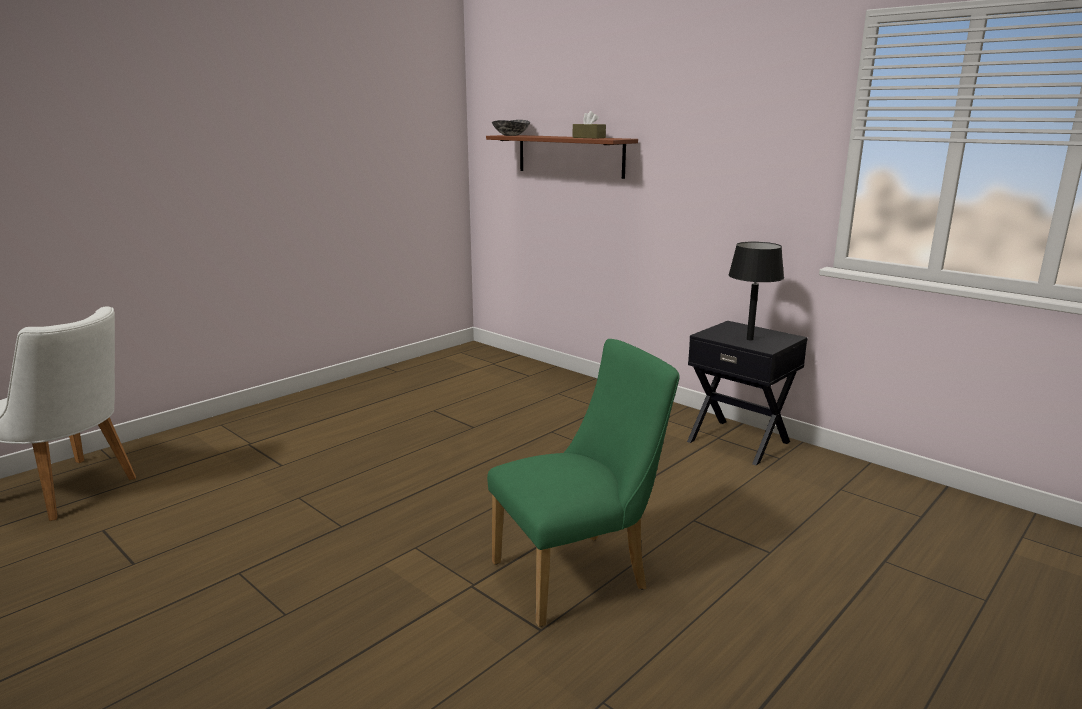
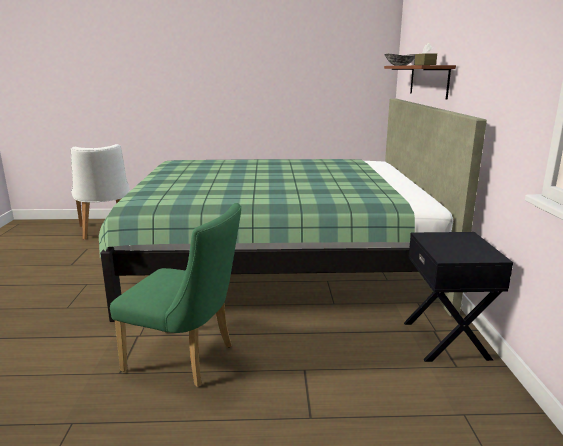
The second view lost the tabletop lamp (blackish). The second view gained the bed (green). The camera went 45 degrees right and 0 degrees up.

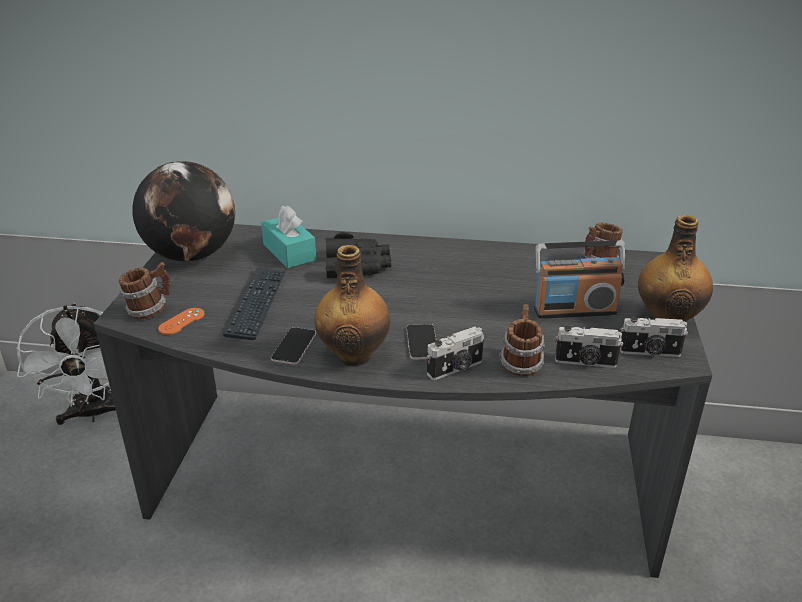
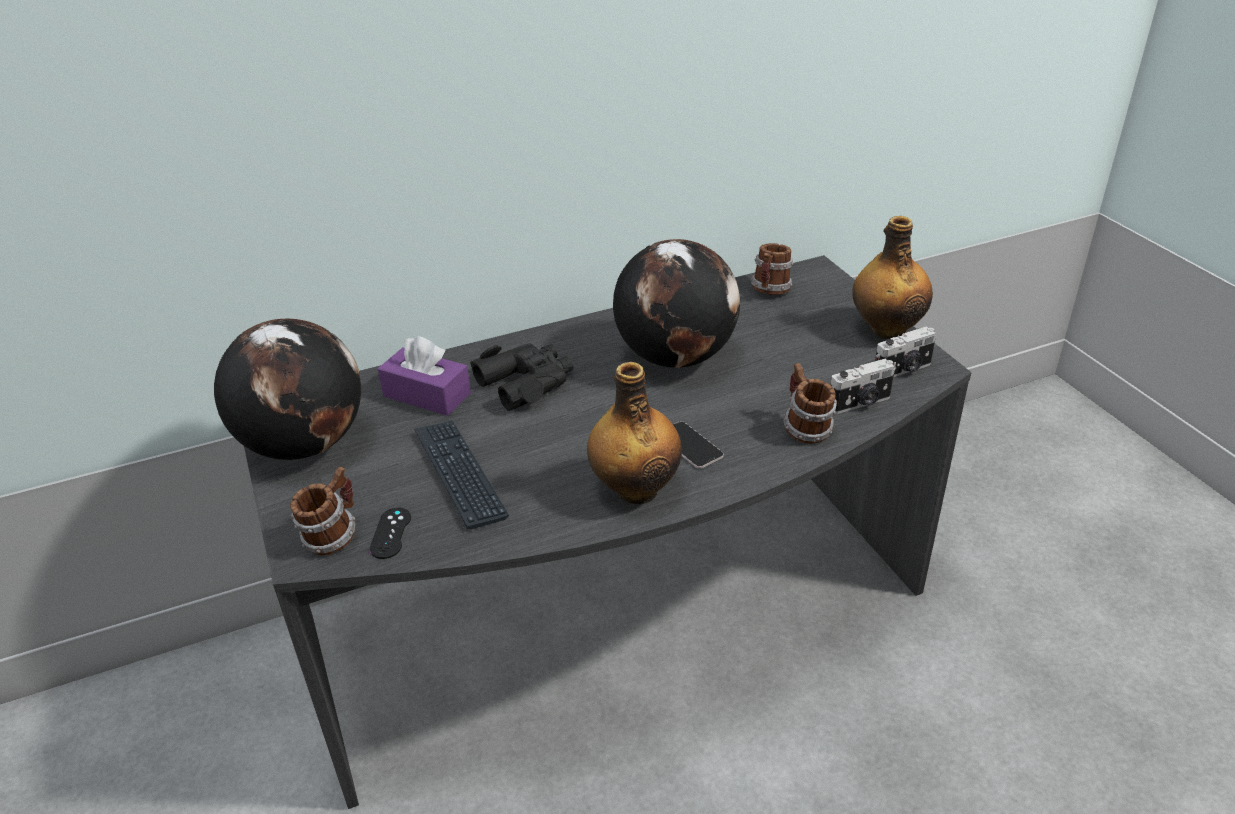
What was the box of tissues (turquoise-coloured) turned into the box of tissues (purple-coloured). The second view lost the radio receiver. The second view lost the cooling fan (whitish). What was the game controller (orange) turned into the game controller (blackish). The second view lost the telephone (1st from left). The second view lost the still camera (1st from left). The second view gained the world globe (2nd from left). The camera went 30 degrees left and 5 degrees up.

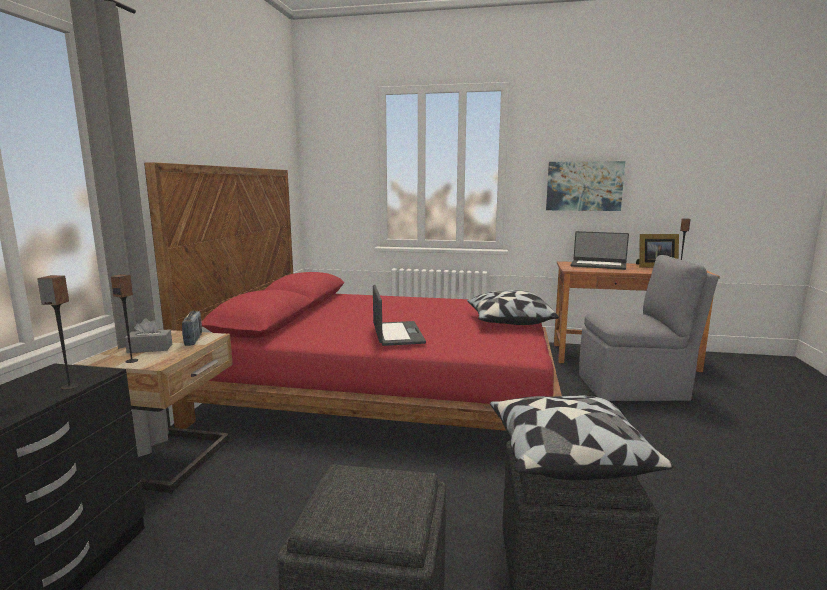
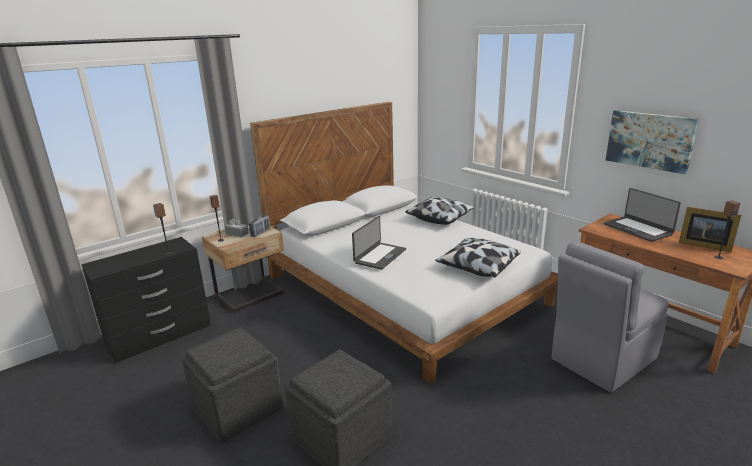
What was the bed (red) turned into the bed (whitish). The plain chair (gray) ended up facing another way, 105 degrees clockwise from before. The pillow (2nd from left in the first image) ended up elsewhere. The camera went 40 degrees right and 10 degrees up.

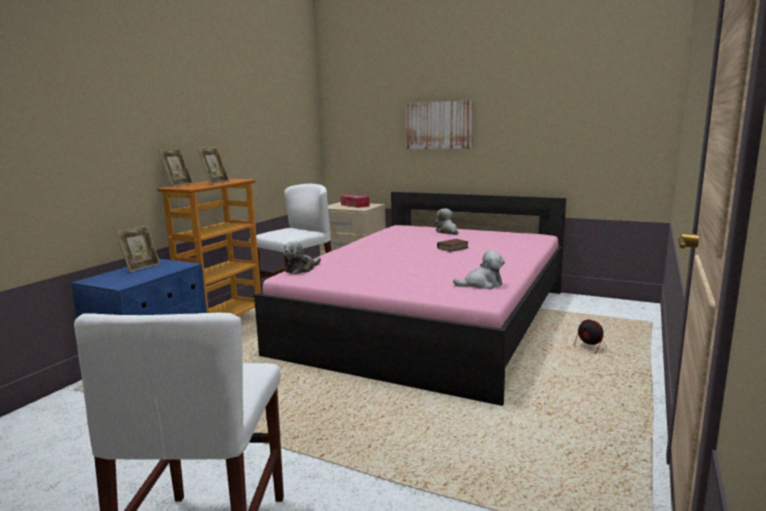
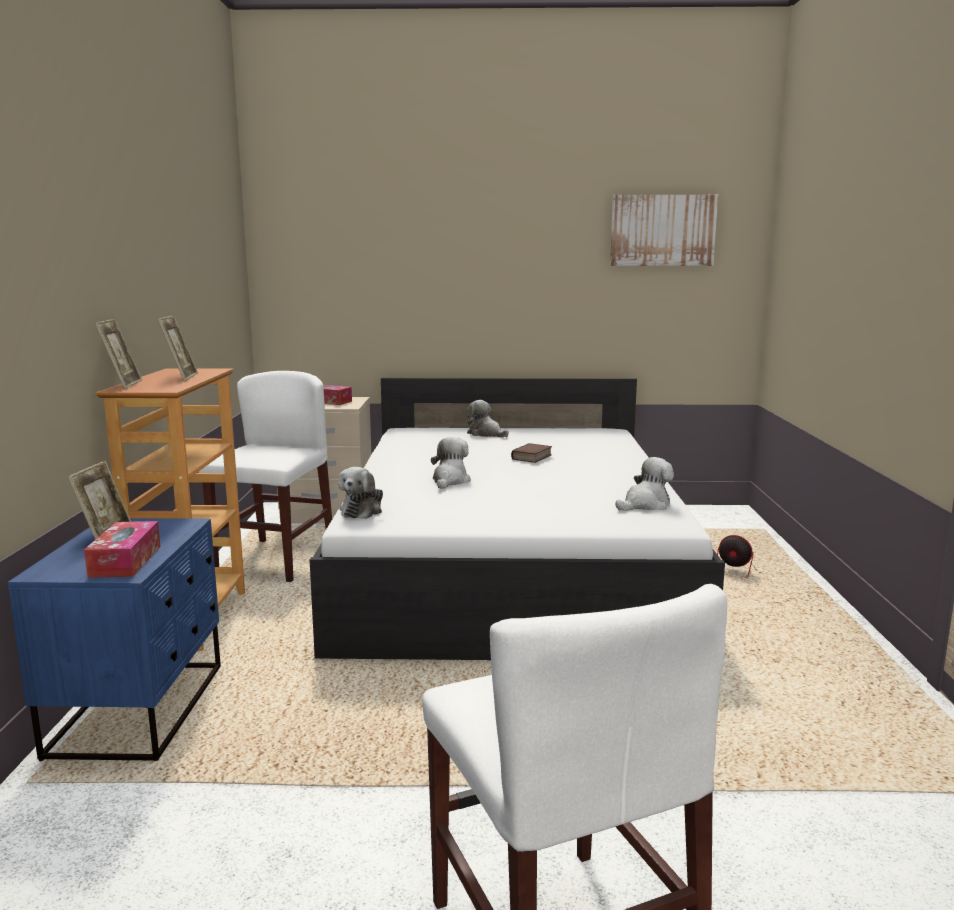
The wall art ended up elsewhere. What was the bed (pink) turned into the bed (whitish). The second view gained the plush toy (2nd from left). The second view gained the box of tissues (1st from left). The camera went 25 degrees left and 0 degrees up.

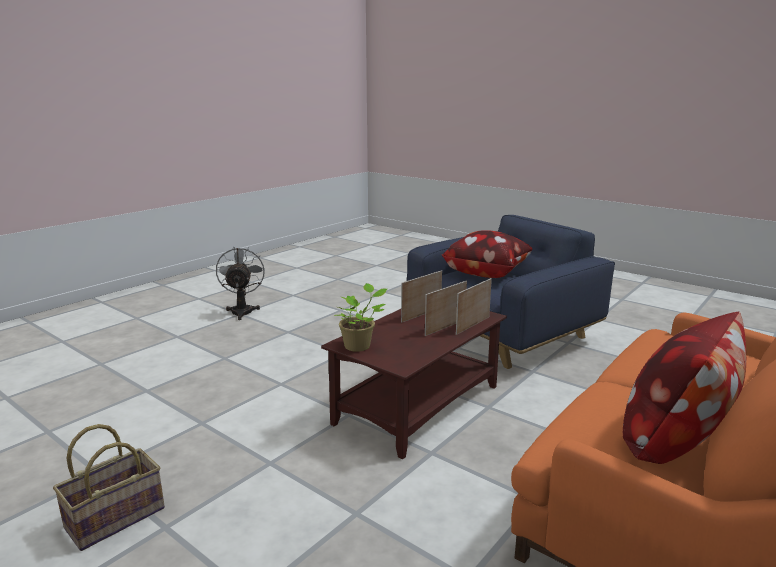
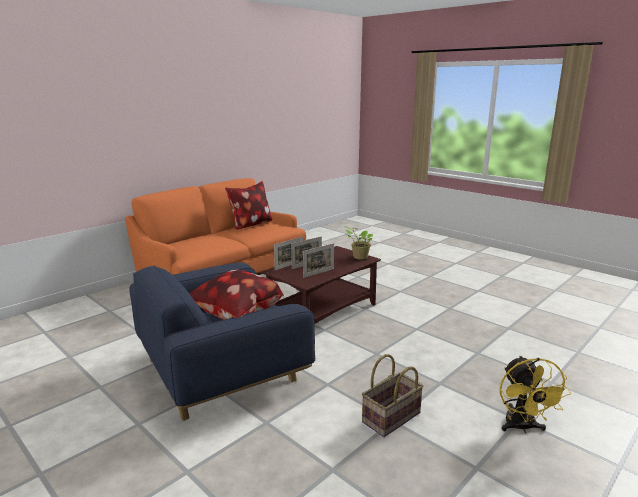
What was the cooling fan (gray) turned into the cooling fan (yellow). The basket ended up elsewhere. The camera went 175 degrees left and 0 degrees up.

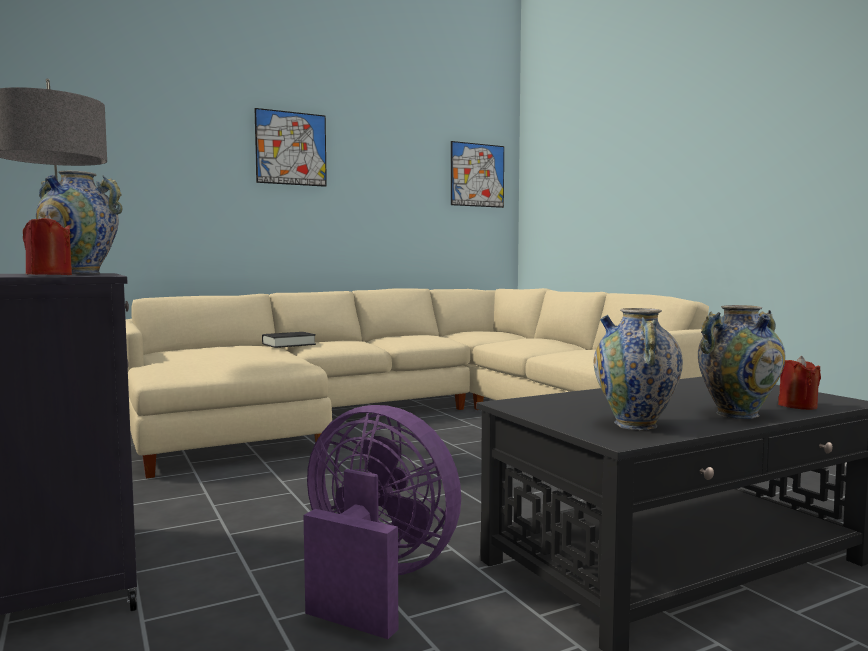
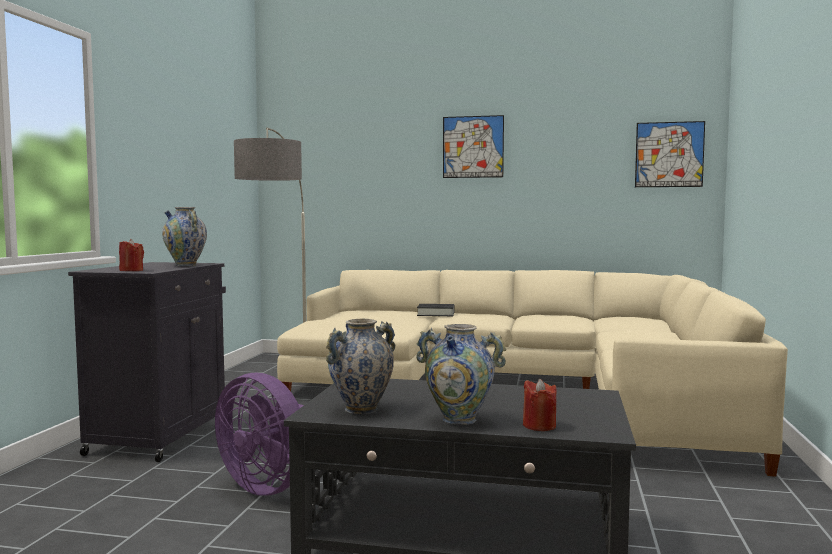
The cooling fan (purple-coloured) ended up facing another way, 150 degrees clockwise from before. The camera went 40 degrees right and 0 degrees up.

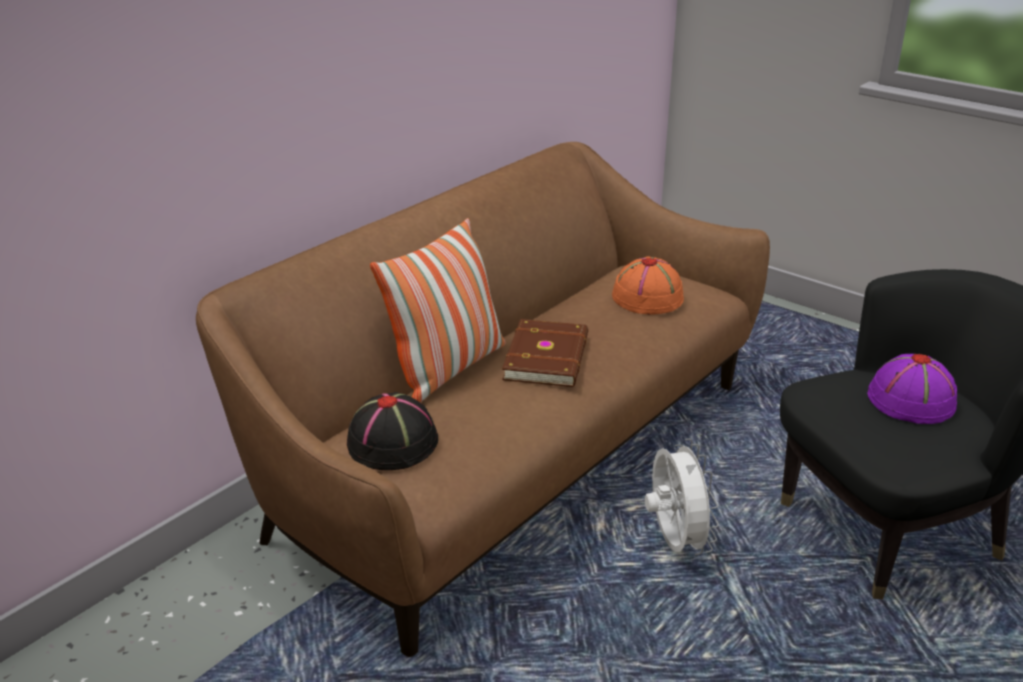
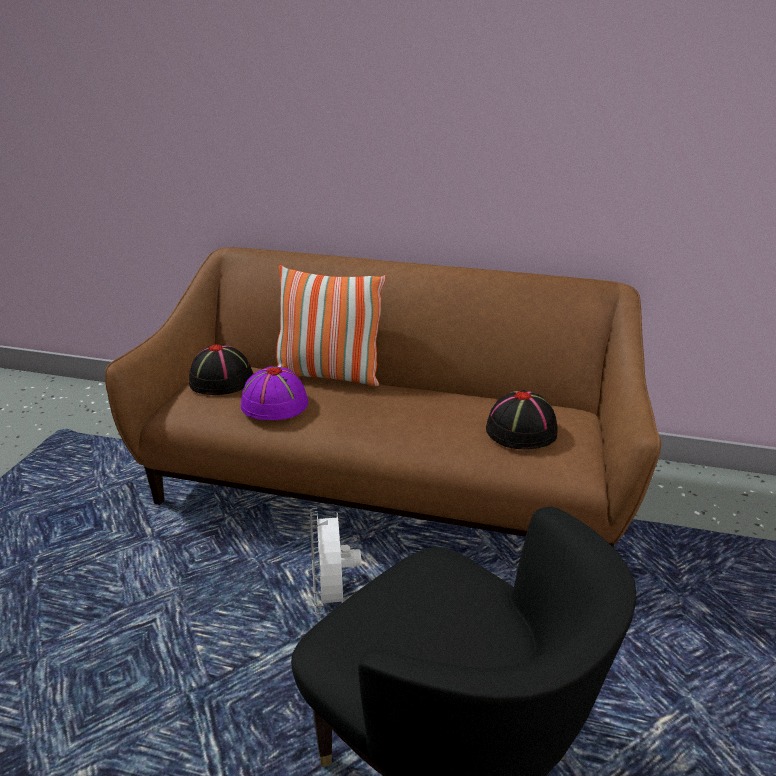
What was the clothing hat (orange) turned into the clothing hat (blackish) (2nd from left). The second view lost the volume (brownish). The clothing hat (purple-coloured) ended up elsewhere. The cooling fan (whitish) ended up facing another way, 120 degrees clockwise from before. The camera went 65 degrees right and 0 degrees up.

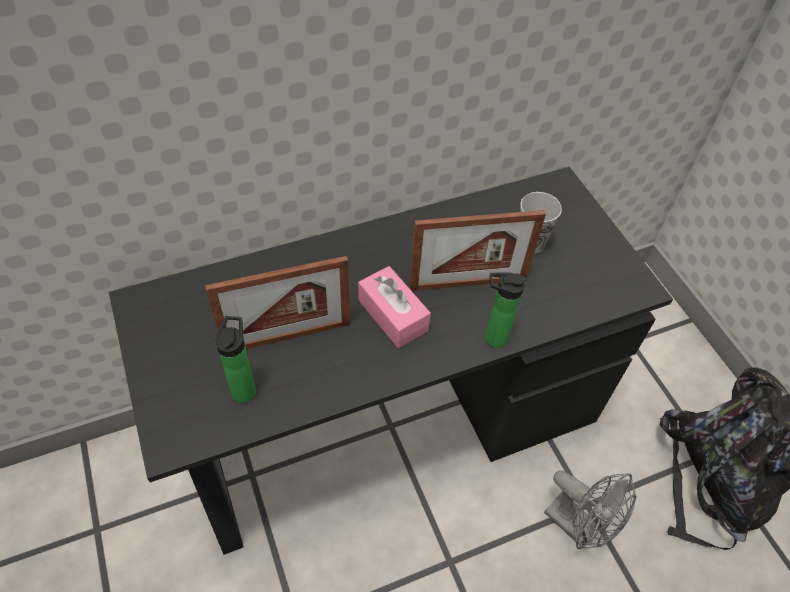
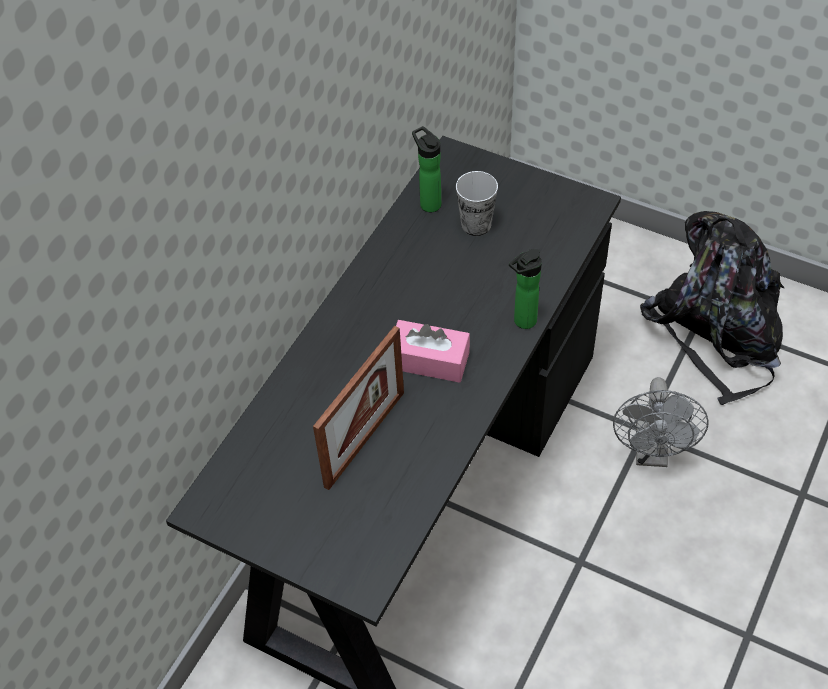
The second view lost the standing frame (2nd from left). The beverage bottle (1st from left) ended up elsewhere. The cooling fan (gray) ended up facing another way, 90 degrees clockwise from before. The camera went 35 degrees left and 0 degrees up.

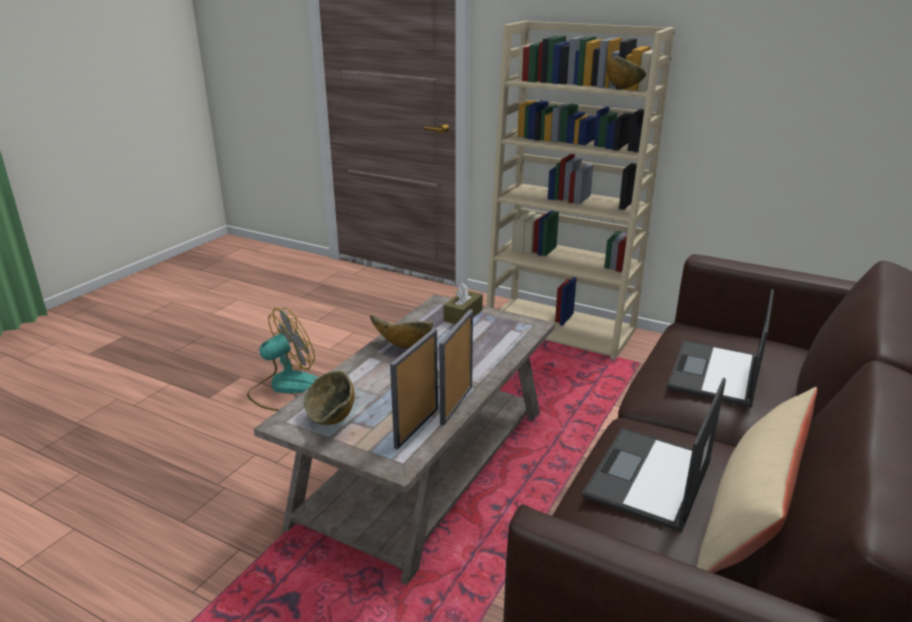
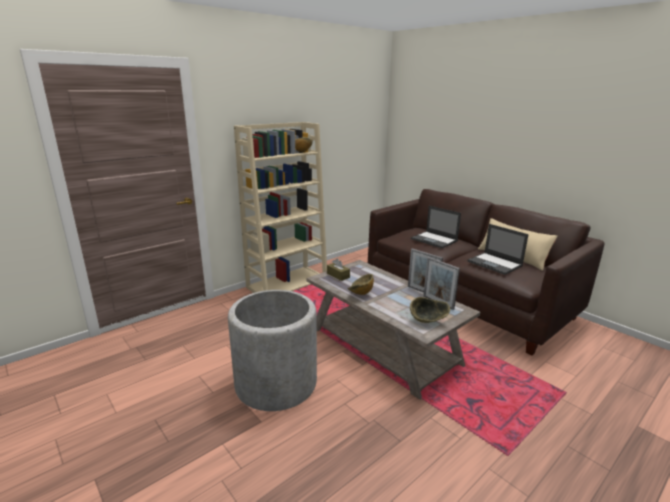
Where the cooling fan stood, the flower pot (gray) came to stand. The camera went 70 degrees left and 5 degrees down.

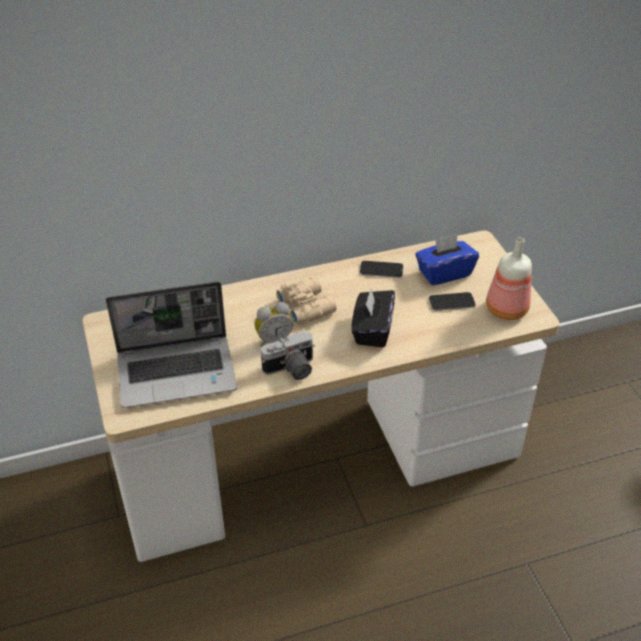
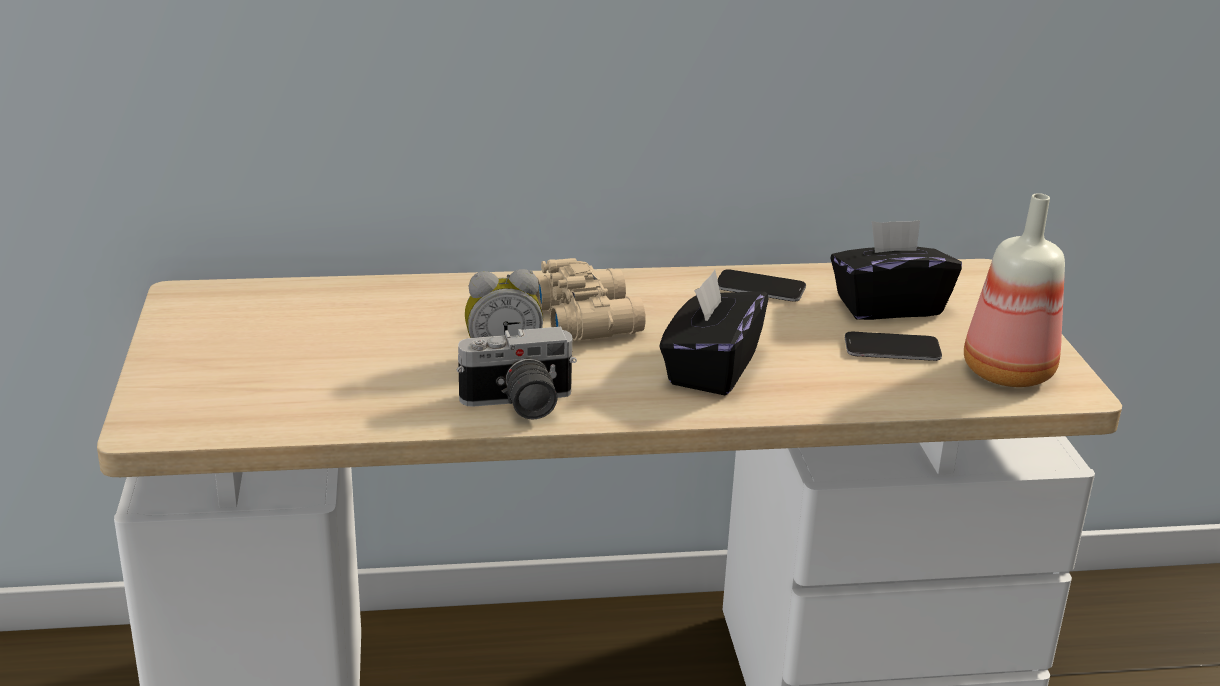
What was the box of tissues (blue-coloured) turned into the box of tissues (blackish) (2nd from left). The second view lost the notebook computer. The camera went 10 degrees right and 15 degrees down.

